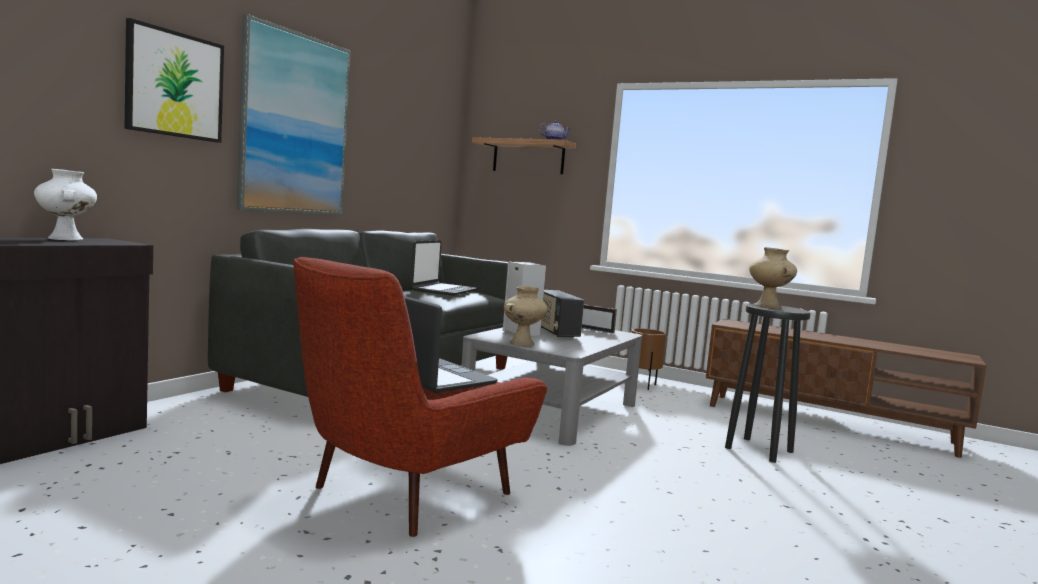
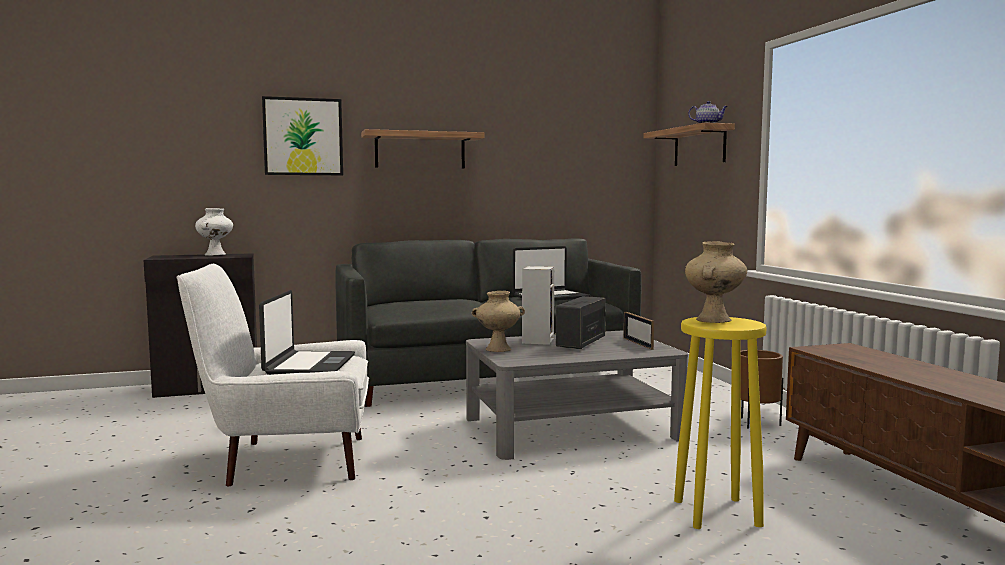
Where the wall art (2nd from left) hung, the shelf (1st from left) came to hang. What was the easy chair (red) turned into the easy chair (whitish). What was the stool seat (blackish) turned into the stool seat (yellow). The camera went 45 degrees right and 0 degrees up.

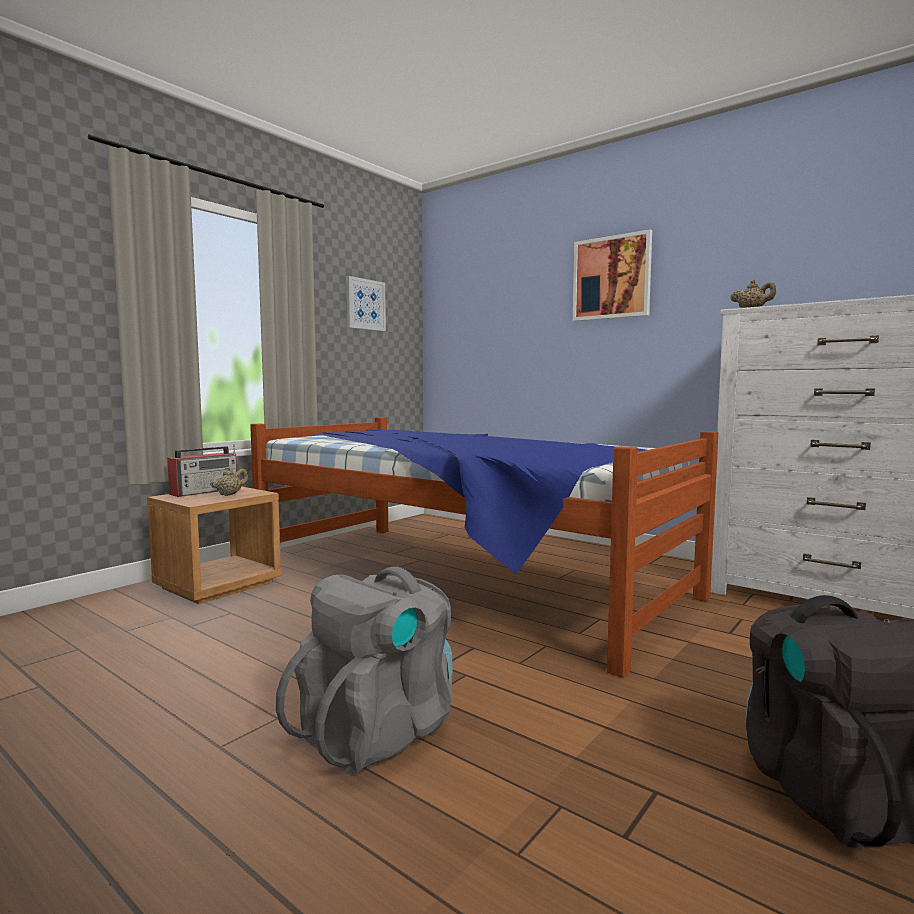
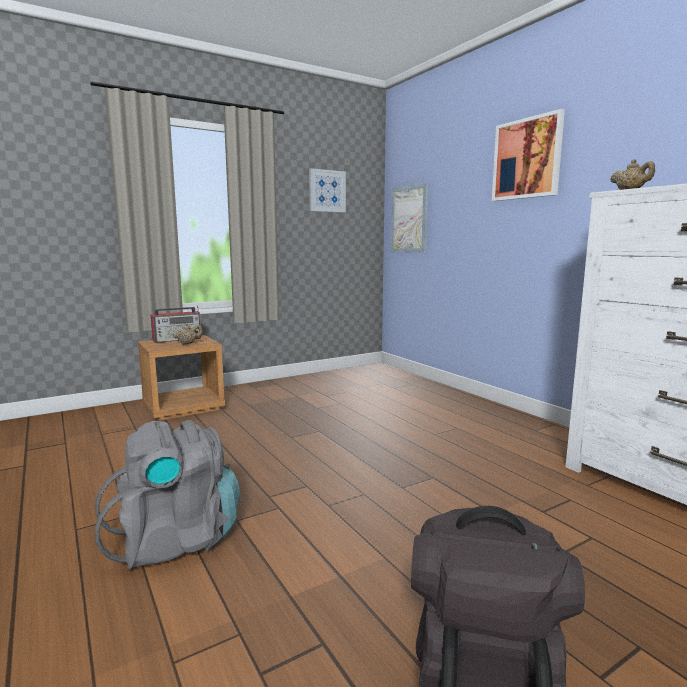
The second view lost the bed. The second view gained the wall art (2nd from left). The camera went 20 degrees right and 5 degrees up.

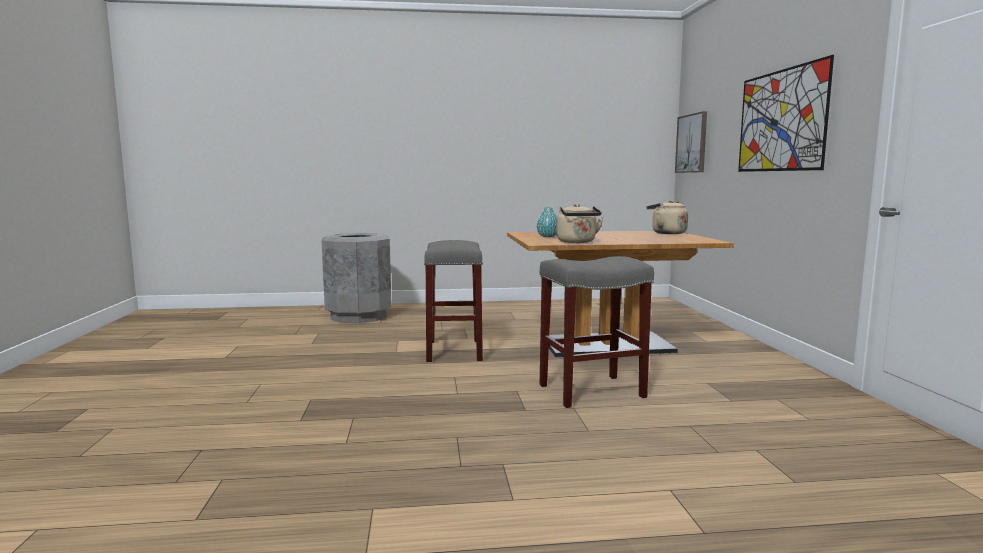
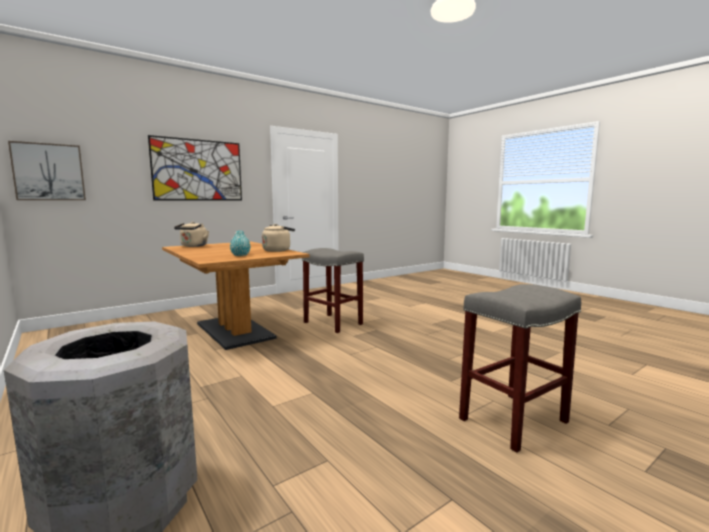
The stool seat (gray) (1st from left in the first image) ended up elsewhere. The camera went 120 degrees left and 0 degrees up.

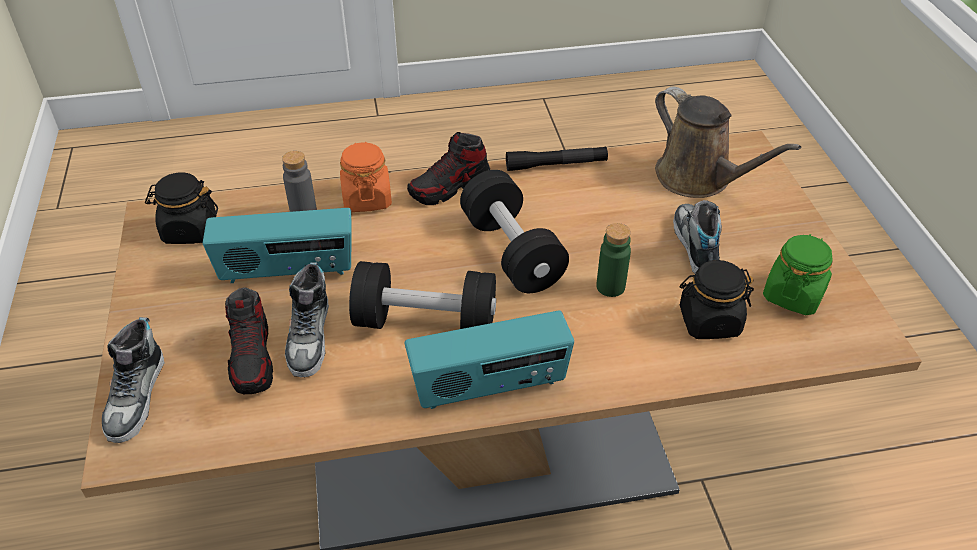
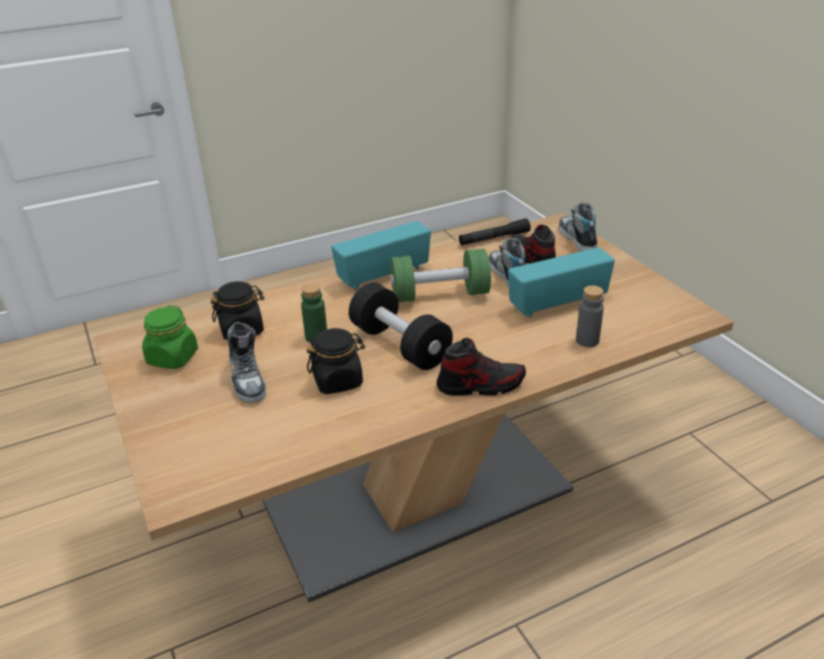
The second view lost the watering pot (brownish). The low shoe (4th from left in the first image) ended up facing another way, 45 degrees clockwise from before. The second view lost the preserve jar (orange). The torch (blackish) ended up elsewhere. The preserve jar (blackish) (1st from left in the first image) ended up elsewhere. What was the dumbbell (blackish) (1st from left) turned into the dumbbell (green). The camera went 165 degrees right and 10 degrees down.

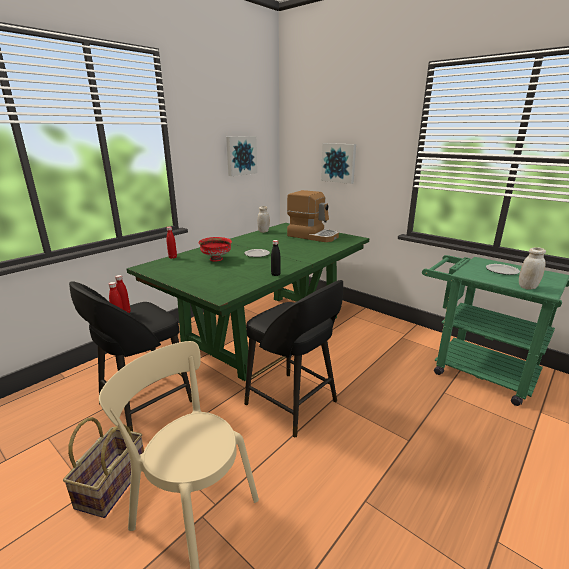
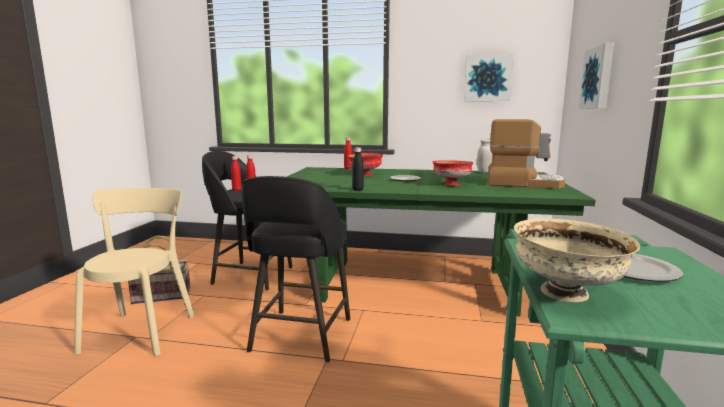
The coffee machine ended up facing another way, 75 degrees counterclockwise from before. Where the preserve jar (whitish) (2nd from left) stood, the bowl (beige-coloured) came to stand. The second view gained the bowl (red) (2nd from left). The camera went 60 degrees right and 10 degrees down.

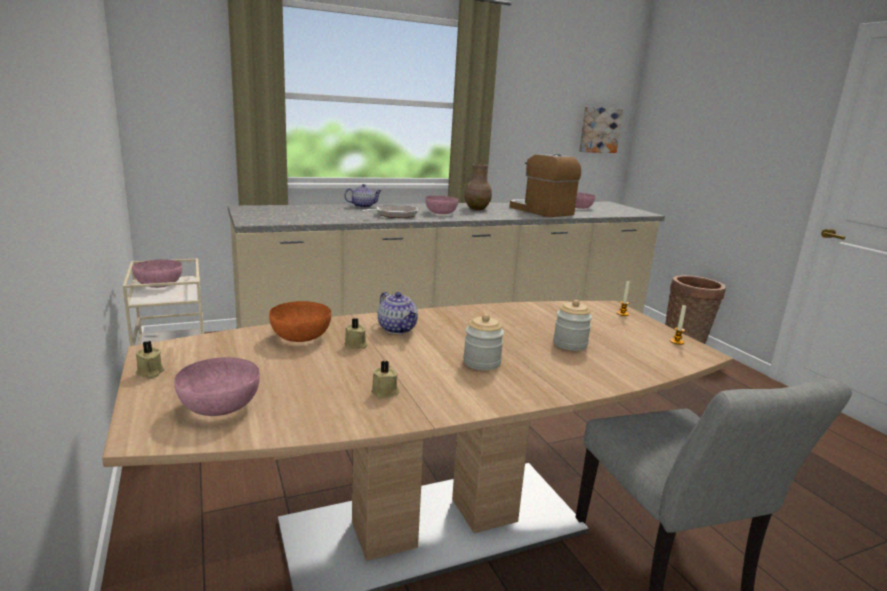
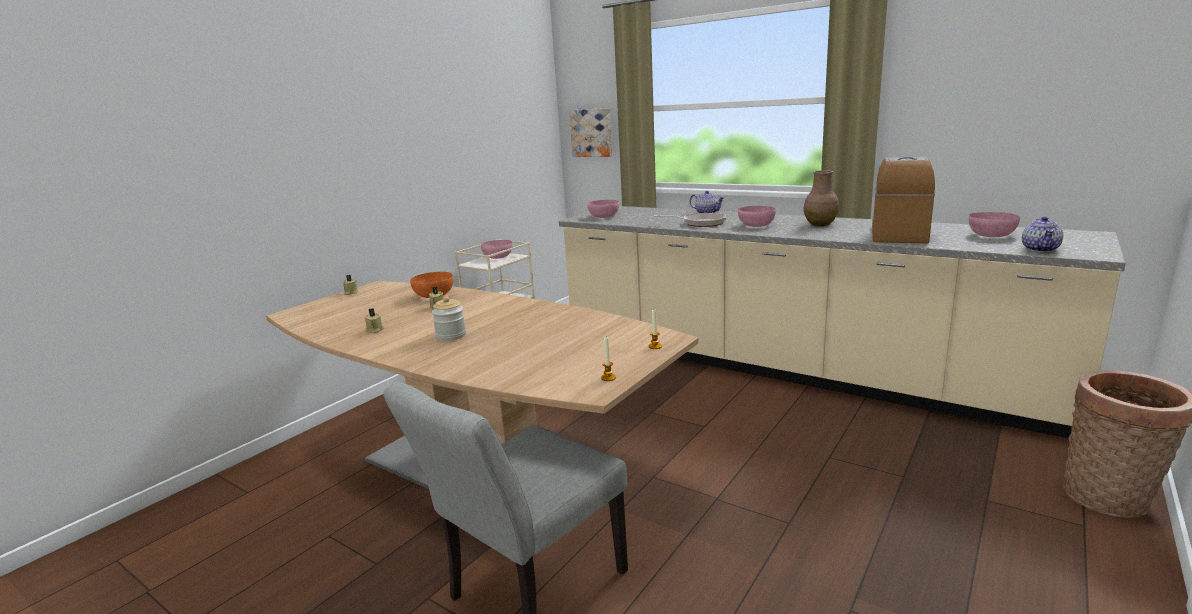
The wall art ended up elsewhere. The tea pot (2nd from left) ended up elsewhere. The second view lost the preserve jar (2nd from left). The bowl (pink) (2nd from left) ended up elsewhere. The camera went 60 degrees right and 0 degrees up.

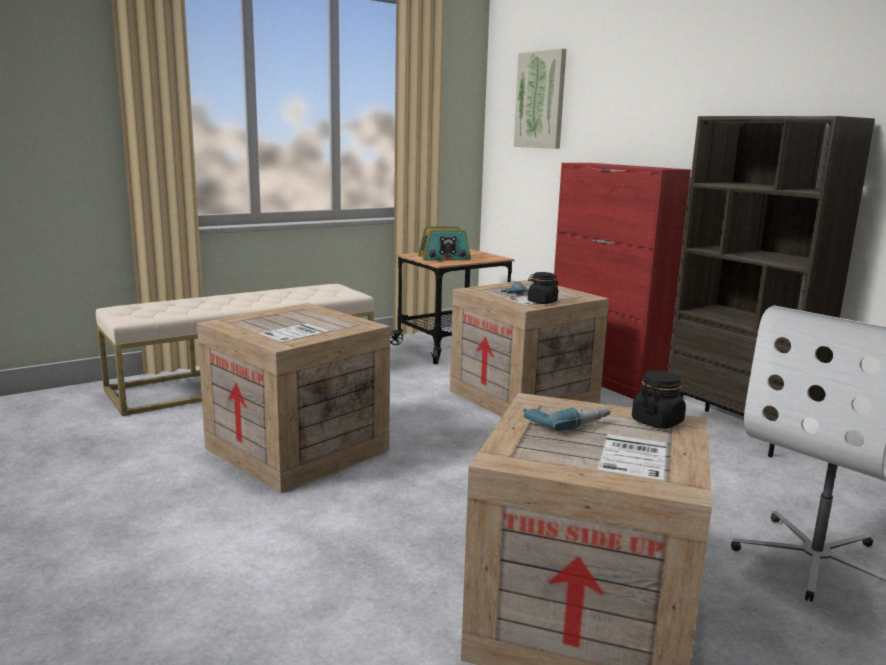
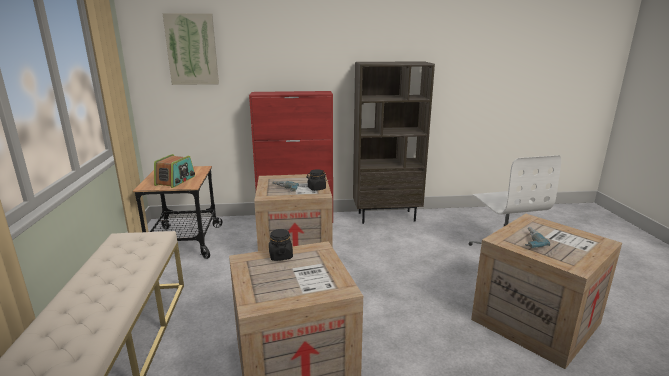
The preserve jar (blackish) (2nd from left in the first image) ended up elsewhere. The camera went 60 degrees left and 5 degrees up.

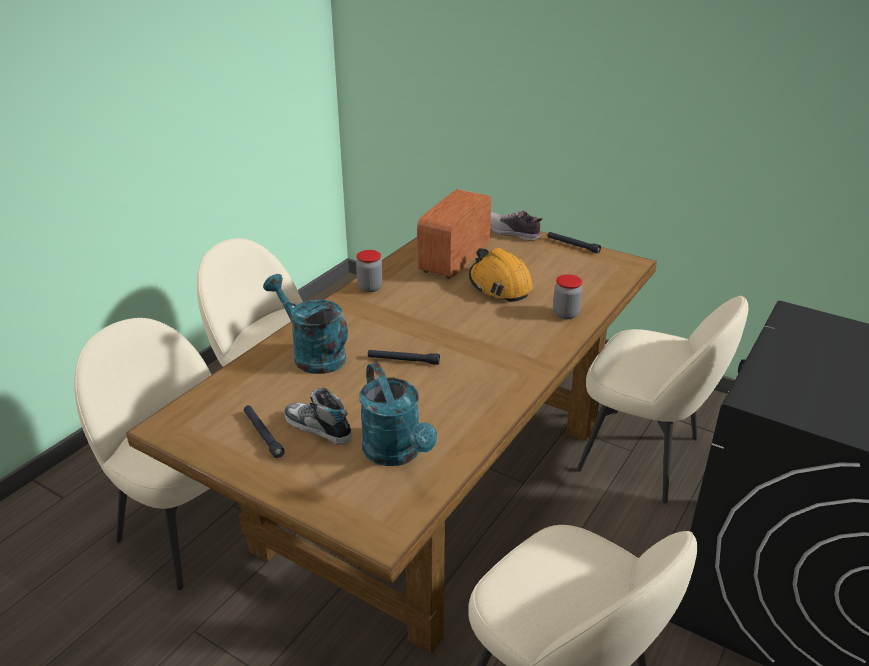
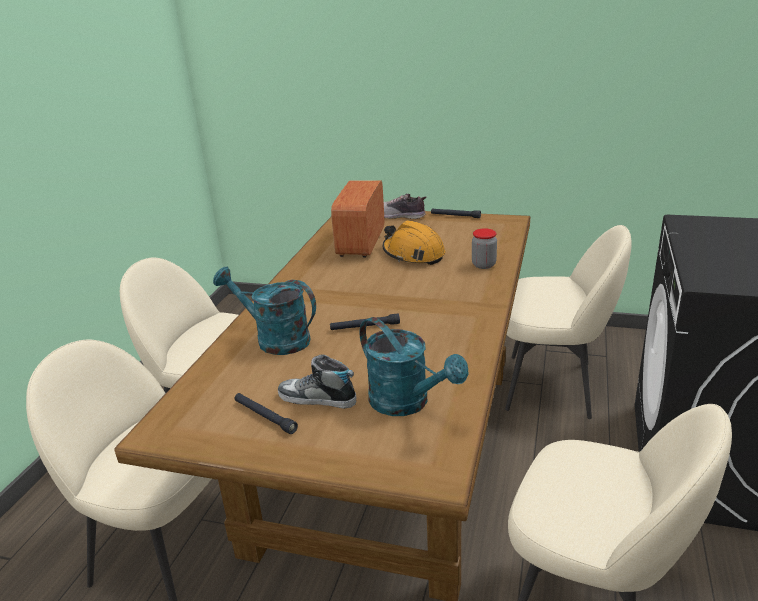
The second view lost the preserve jar (1st from left). The camera went 15 degrees left and 5 degrees down.

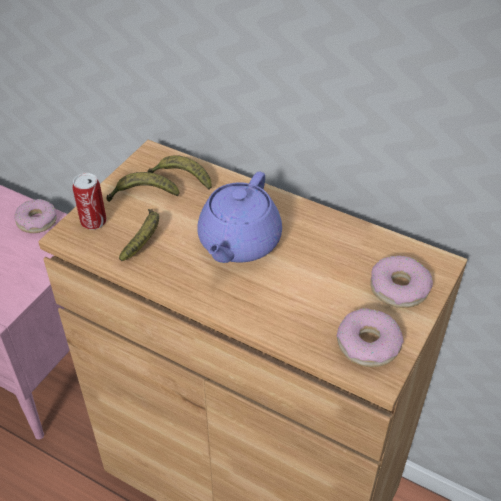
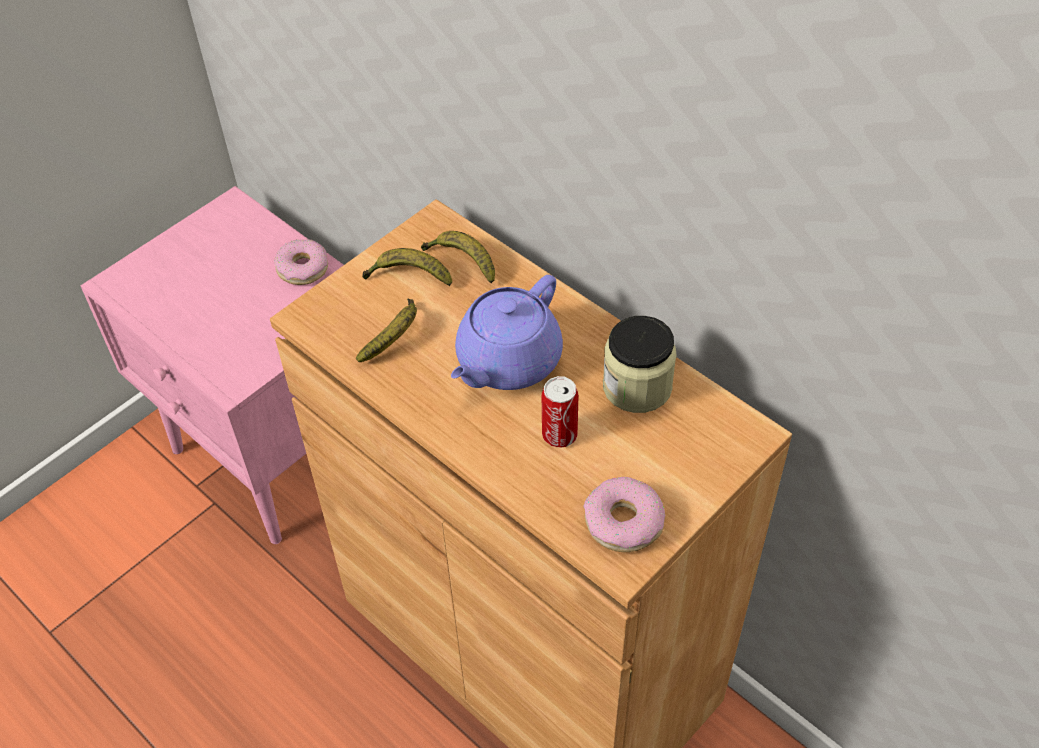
The sealed can ended up elsewhere. The second view lost the ring doughnut (3rd from left). The second view gained the preserve jar. The camera went 15 degrees right and 5 degrees up.

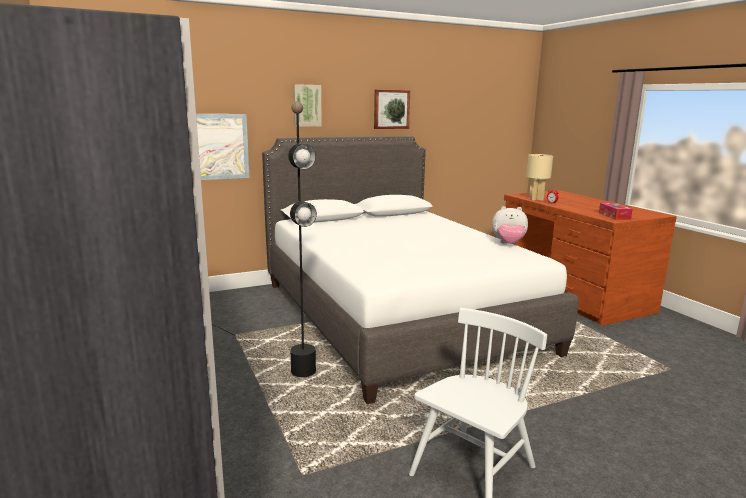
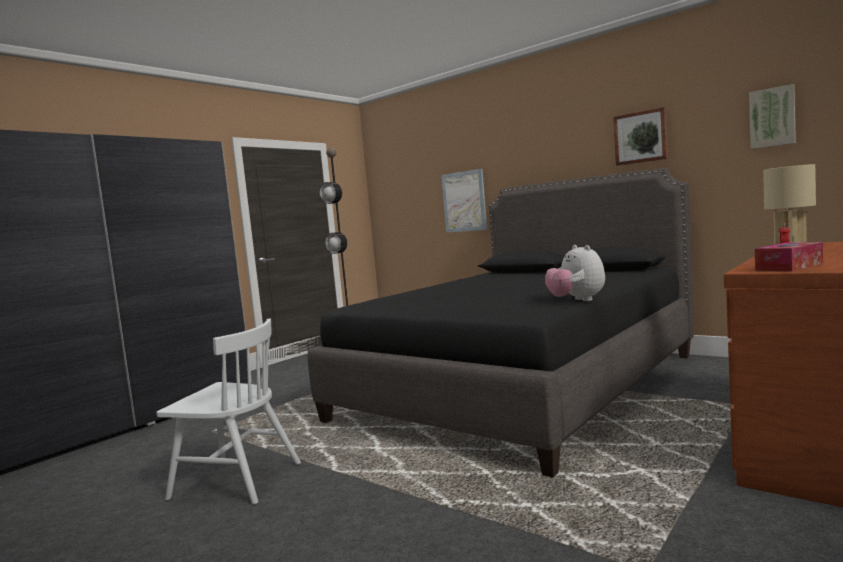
The wall art (2nd from left in the first image) ended up elsewhere. What was the bed (whitish) turned into the bed (blackish). The camera went 65 degrees right and 10 degrees down.

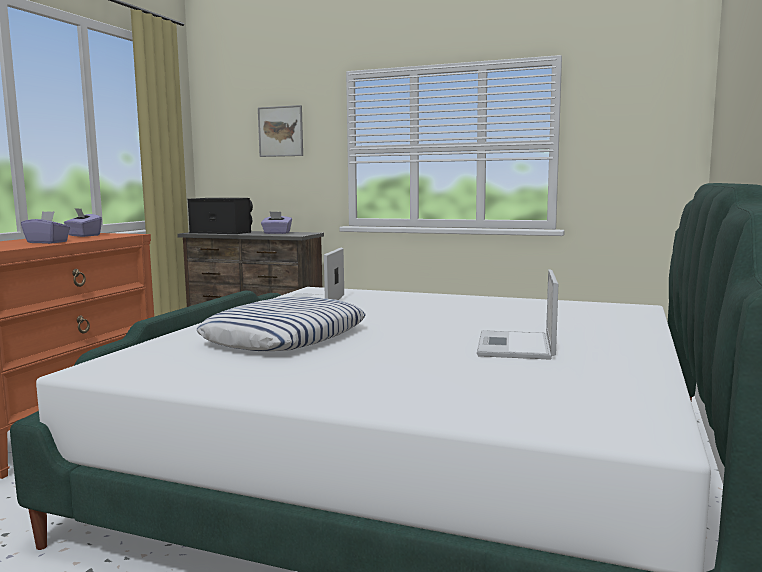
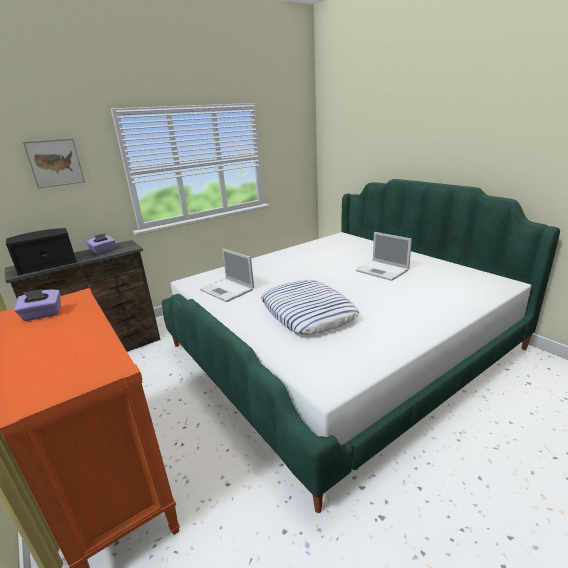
The second view lost the box of tissues (purple-coloured) (1st from left). The camera went 55 degrees left and 15 degrees up.

